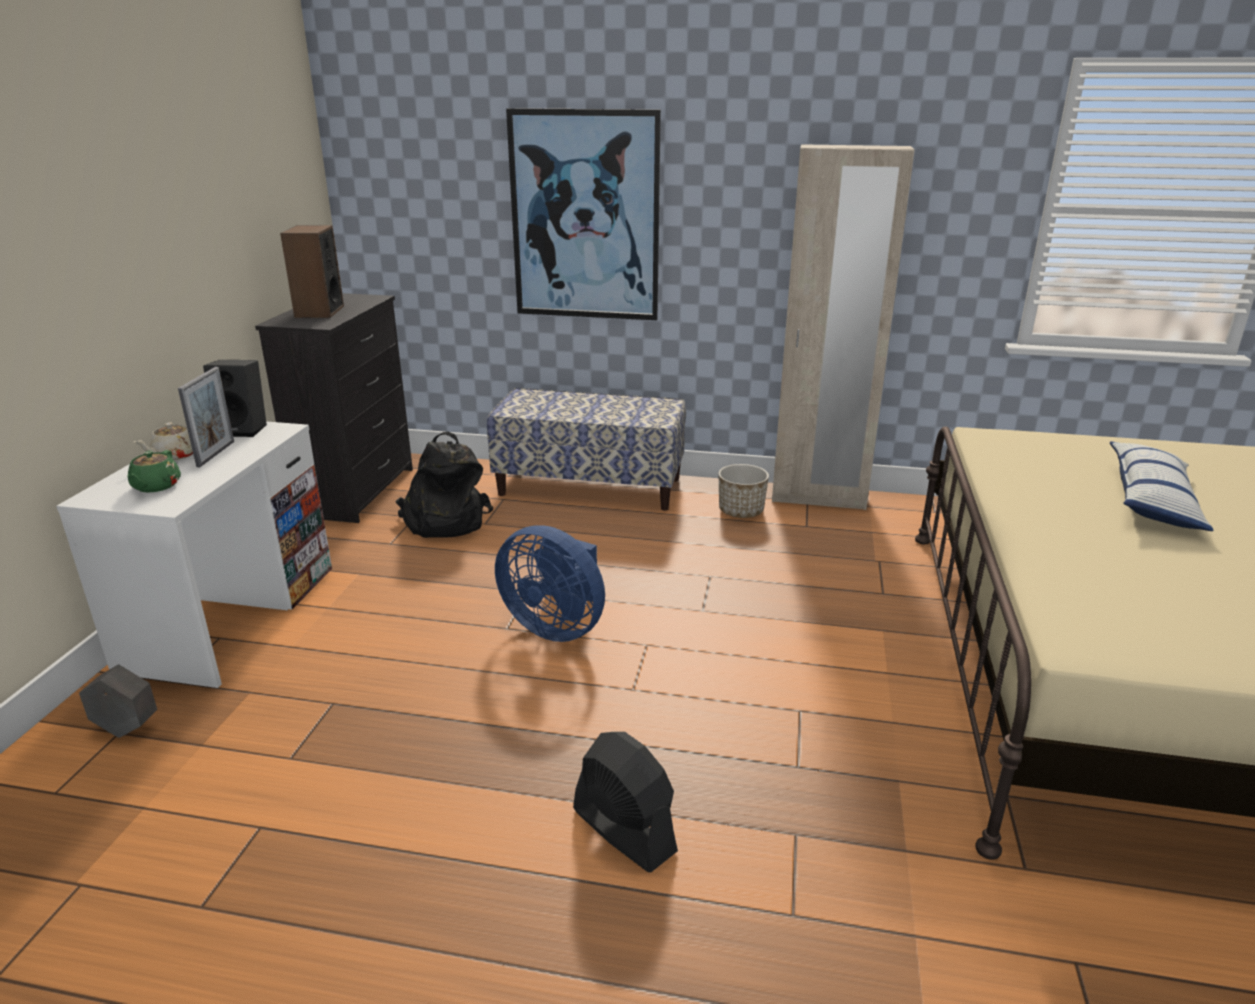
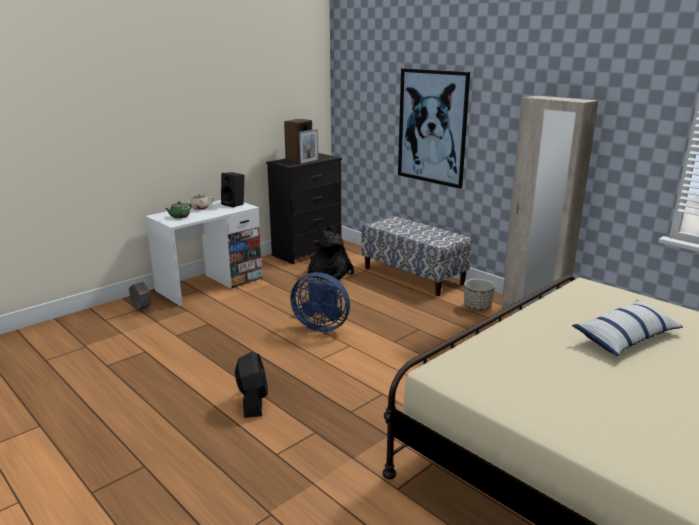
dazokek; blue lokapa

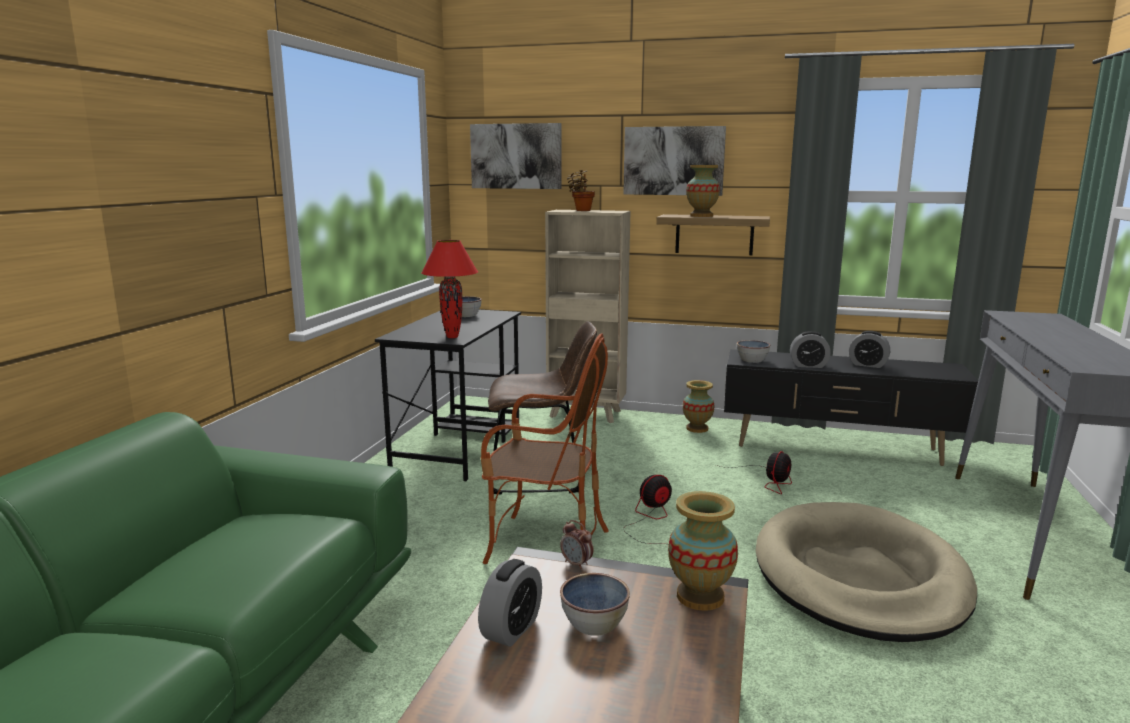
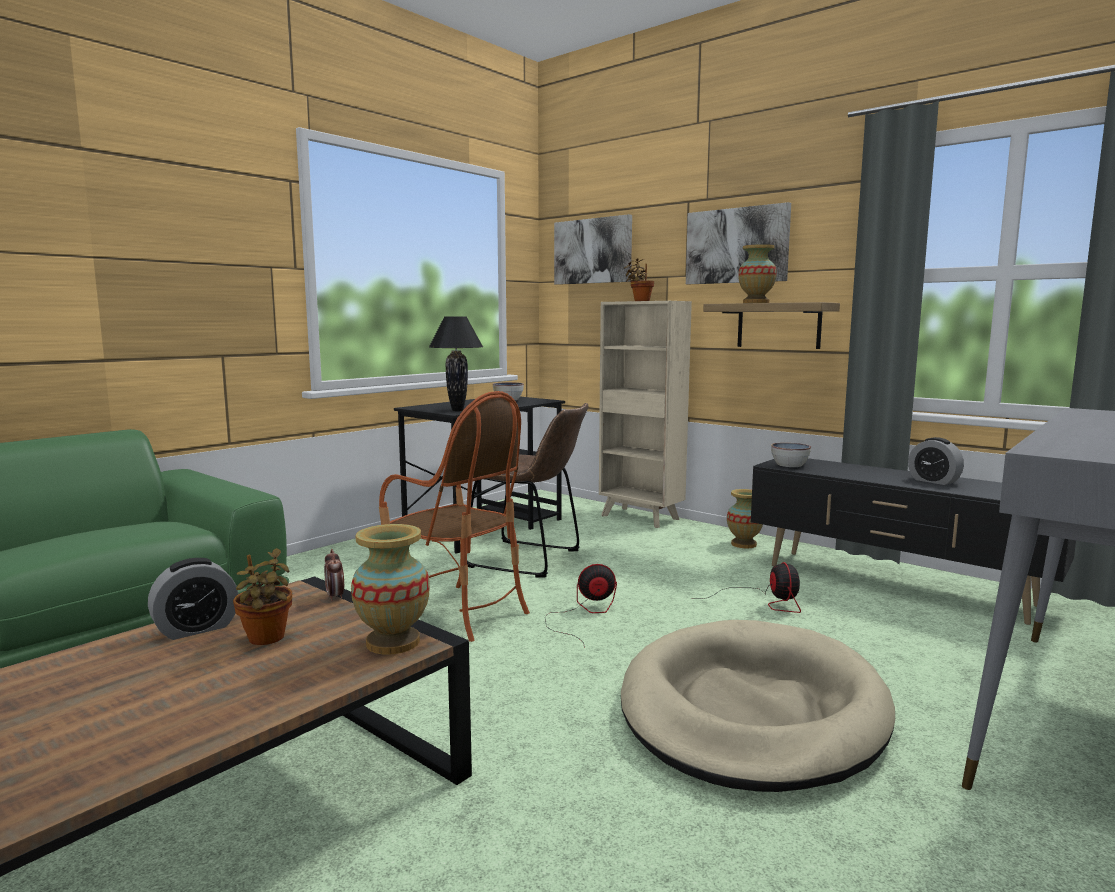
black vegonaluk; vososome (3rd from left in the first image); lokapa (2nd from left); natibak (1st from left)

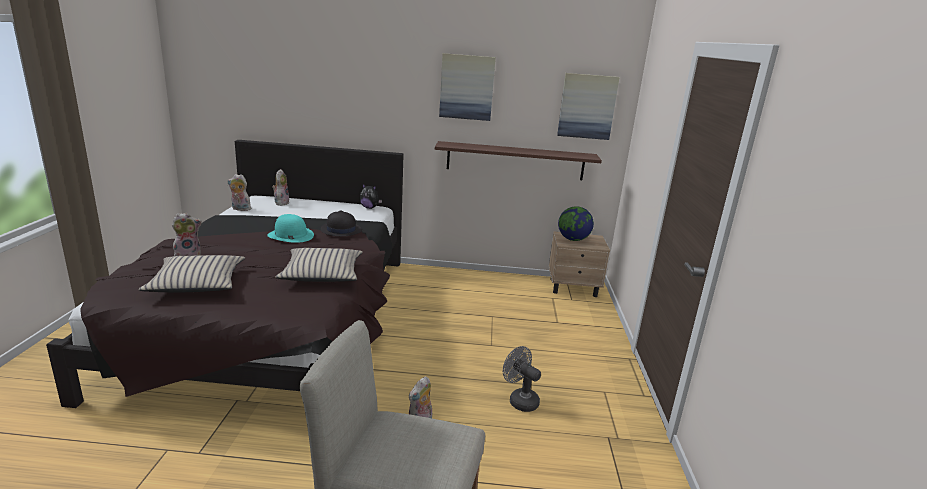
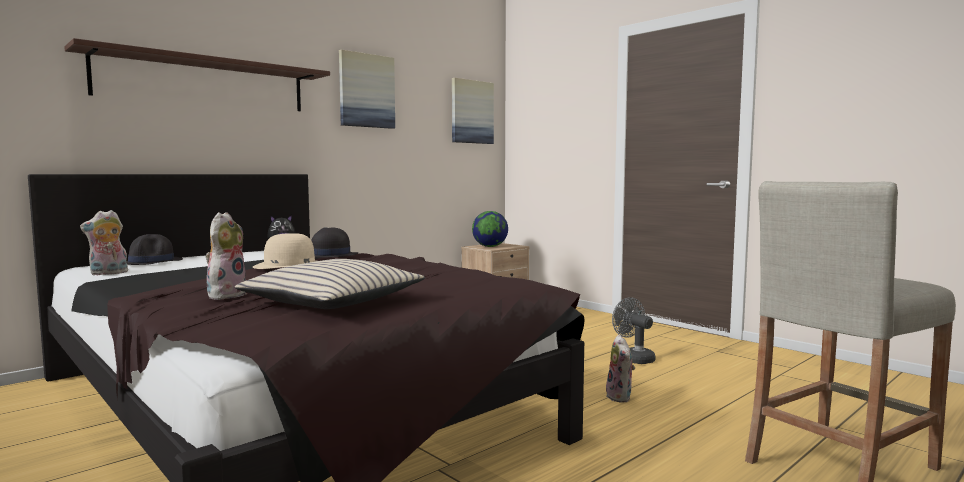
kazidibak; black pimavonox (1st from left); beige pimavonox; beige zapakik (2nd from left in the first image); grey lokapa

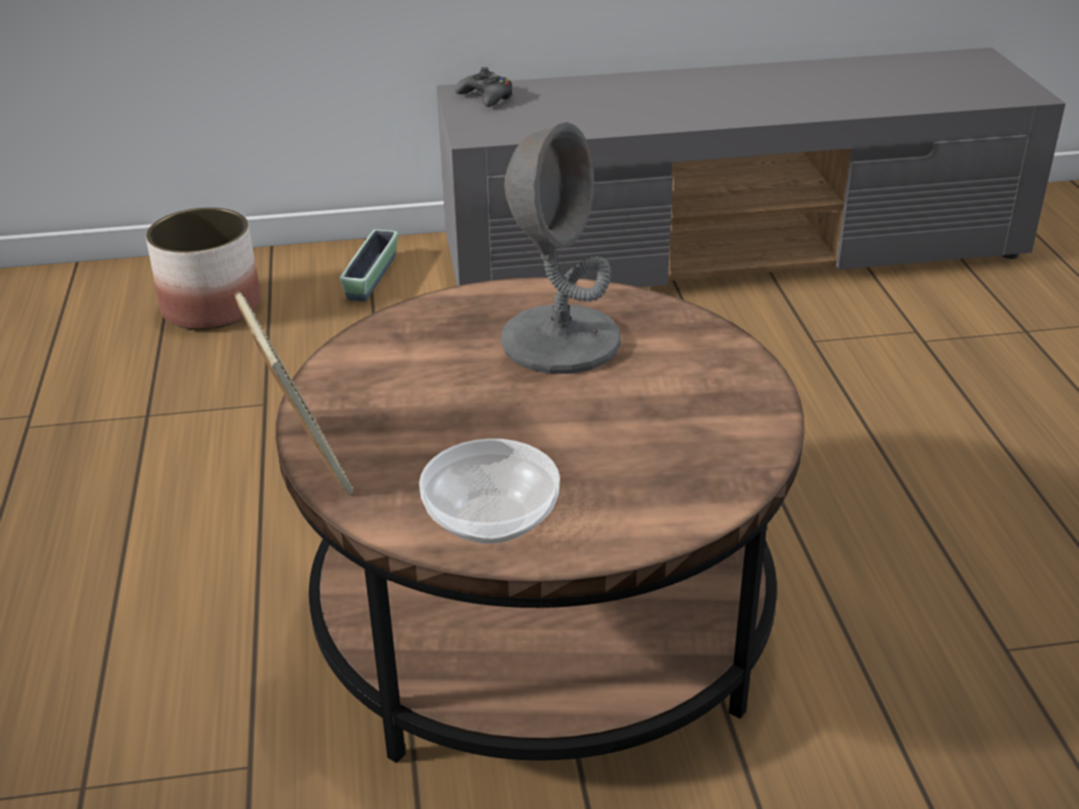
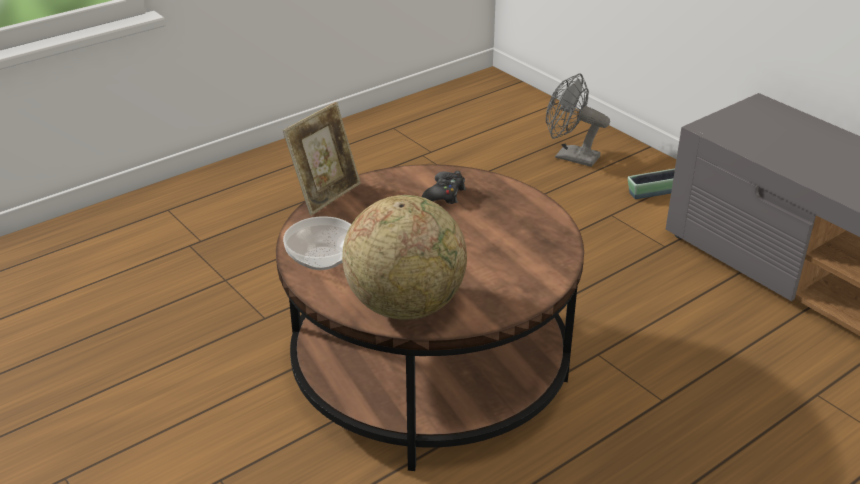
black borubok; grey vegonaluk; grey lokapa; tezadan

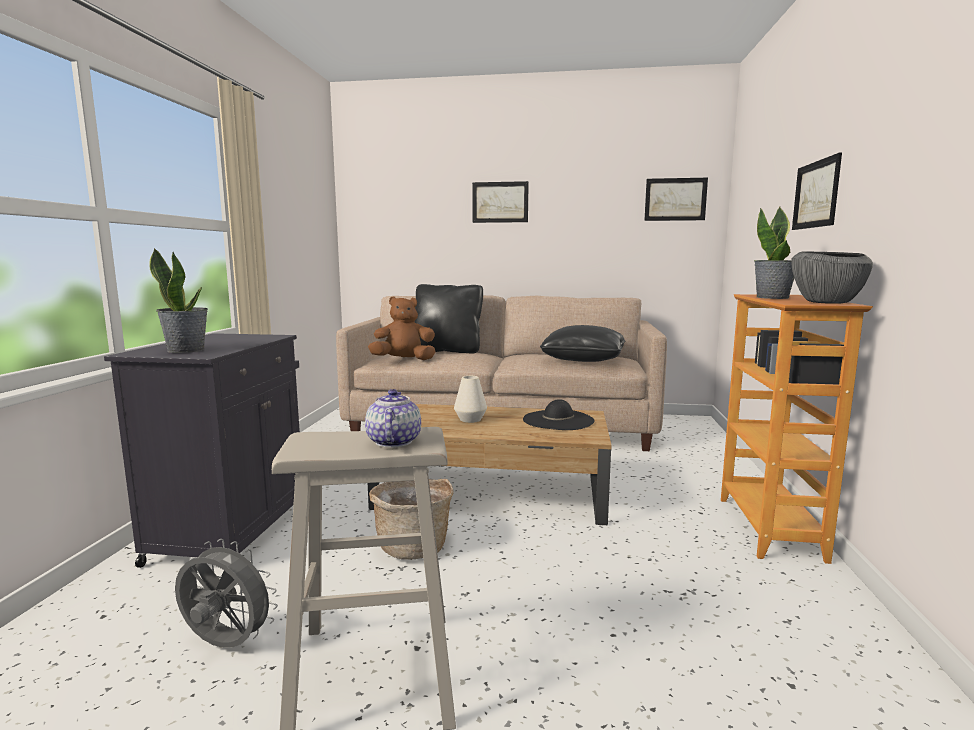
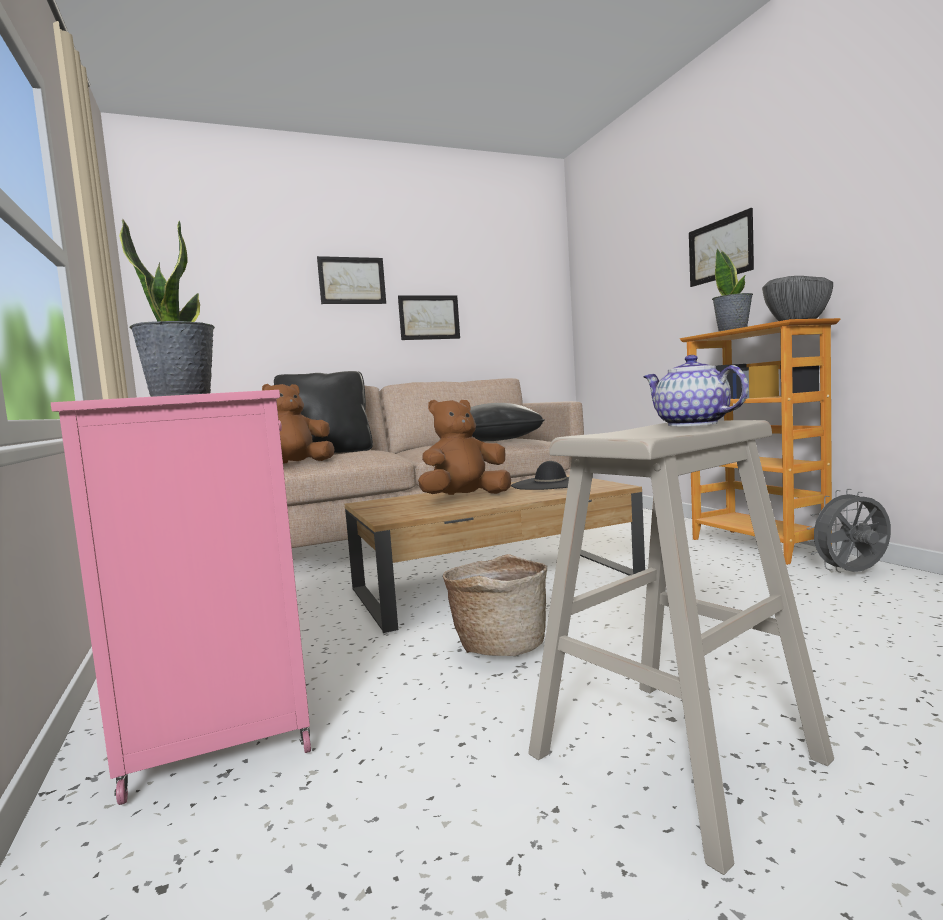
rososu (2nd from left); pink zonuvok; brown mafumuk (2nd from left); grey lokapa

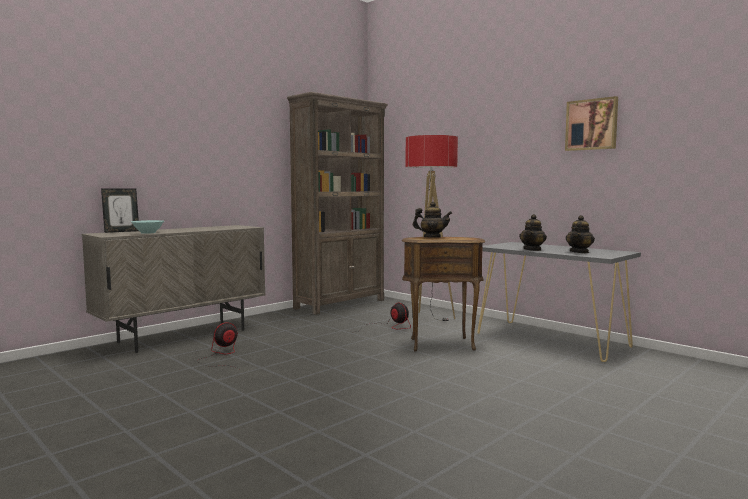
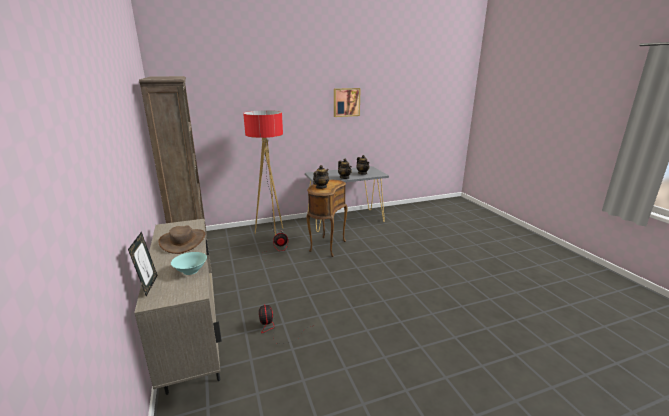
brown pimavonox

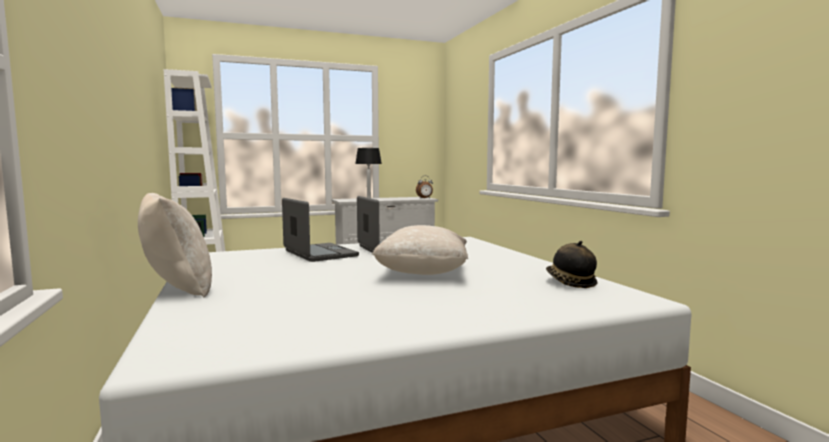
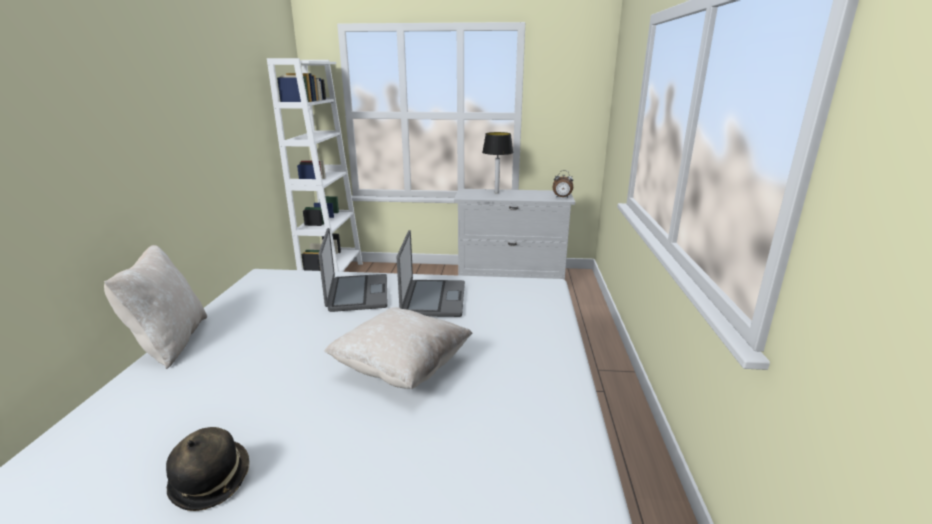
pimavonox

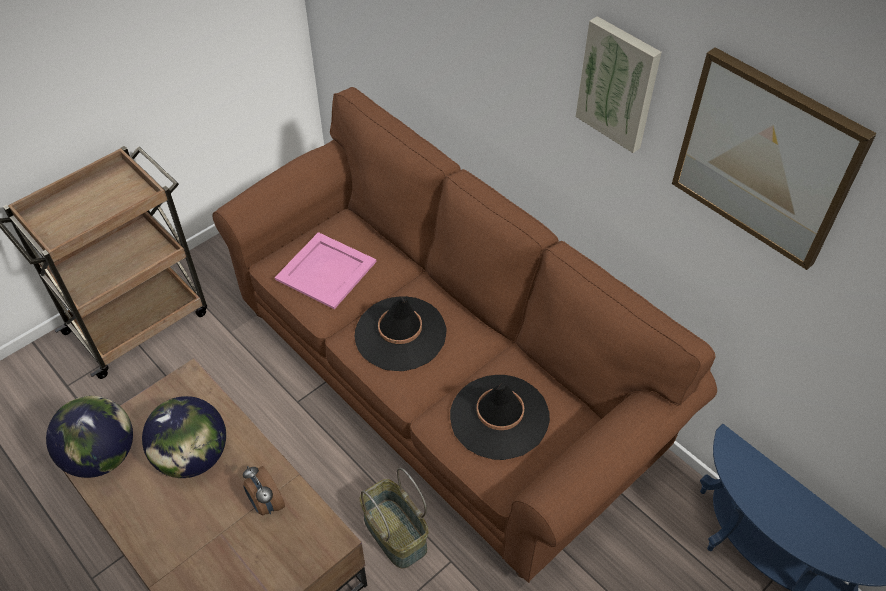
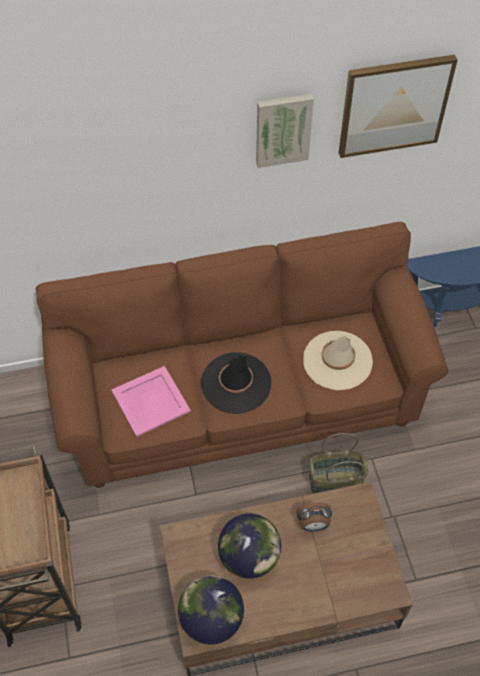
beige pimavonox

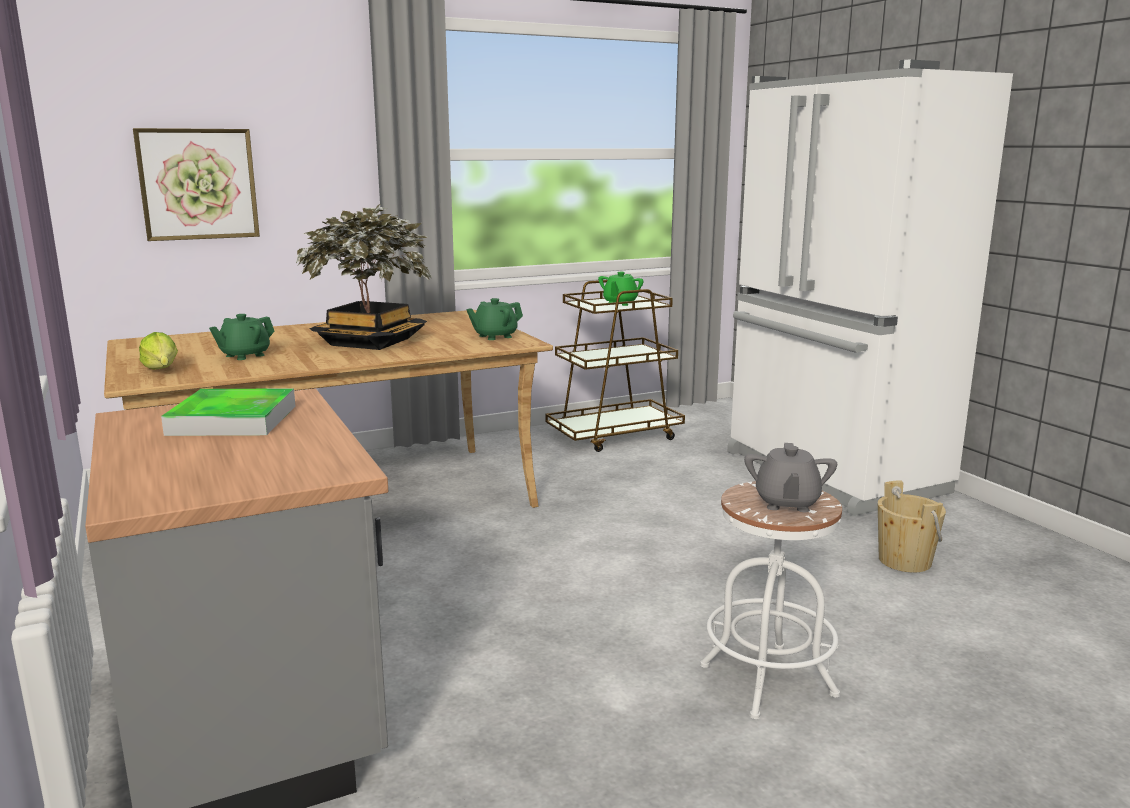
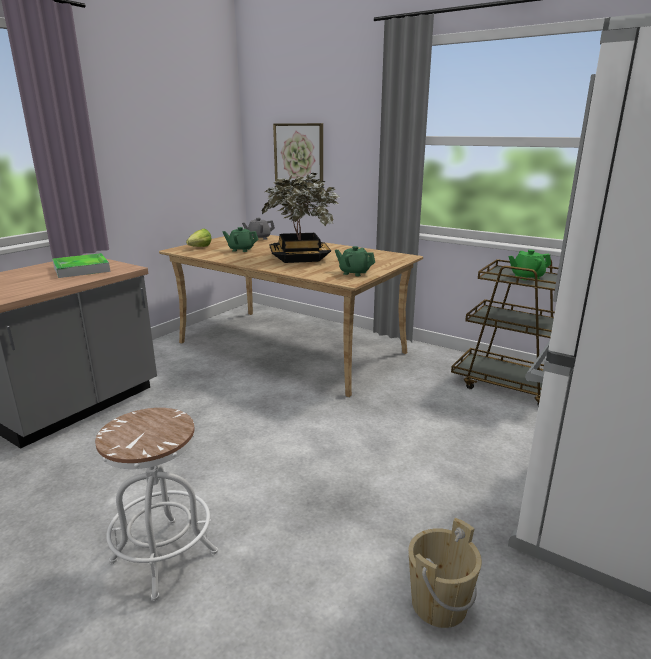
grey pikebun

